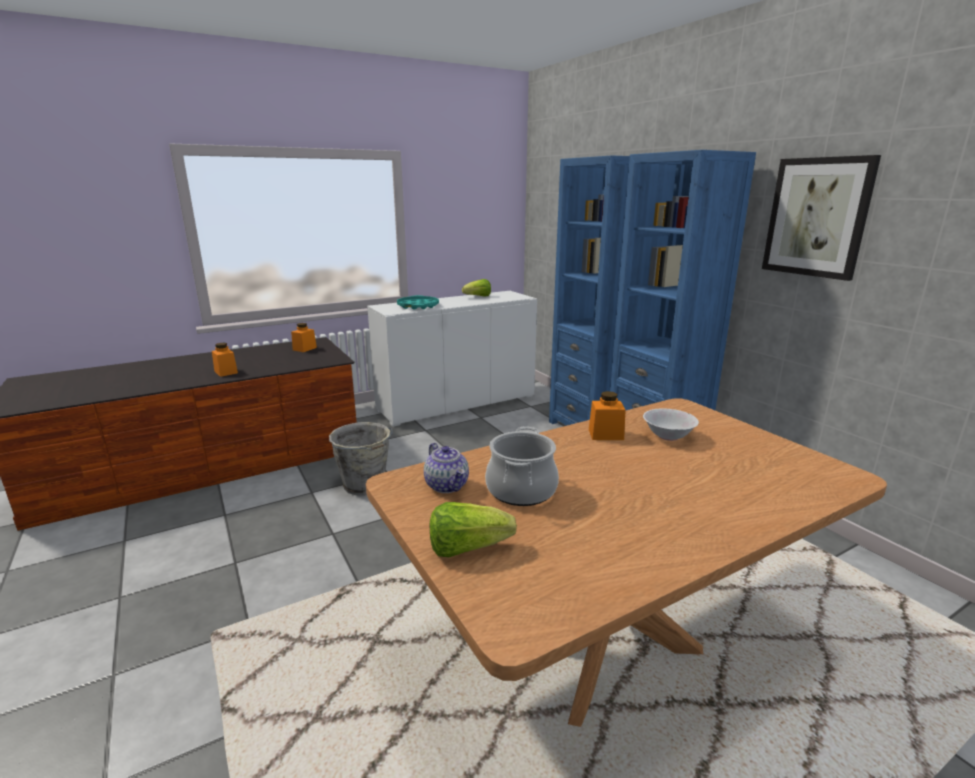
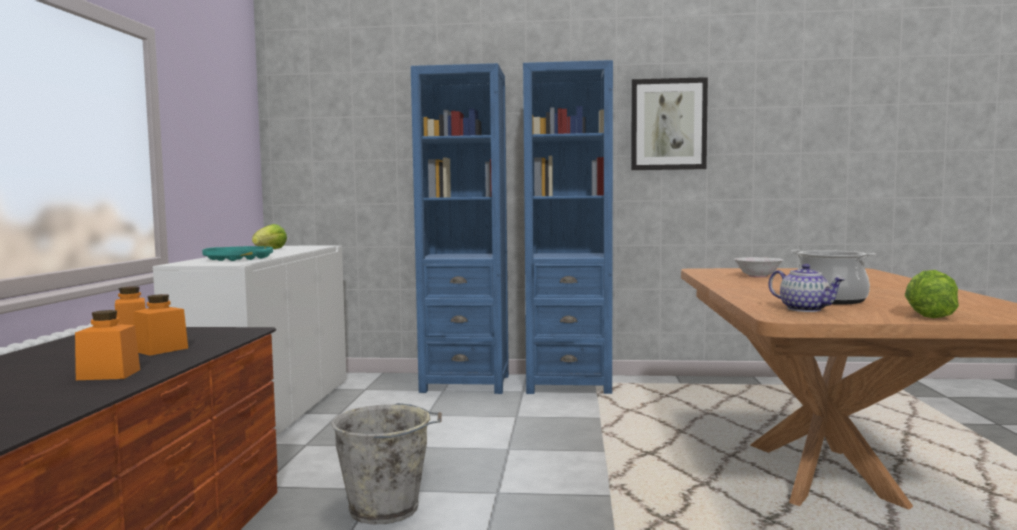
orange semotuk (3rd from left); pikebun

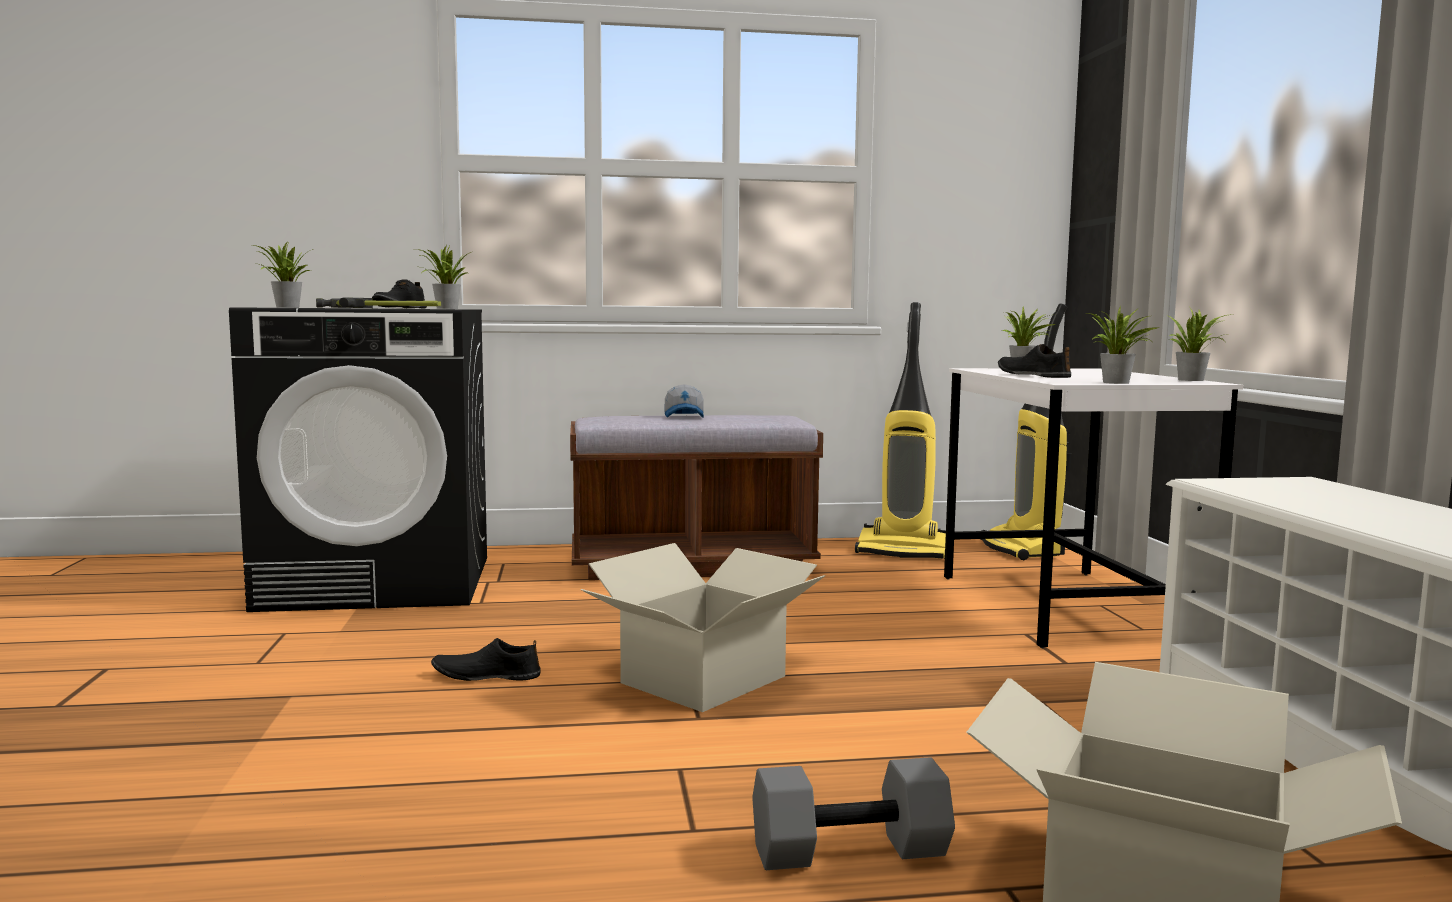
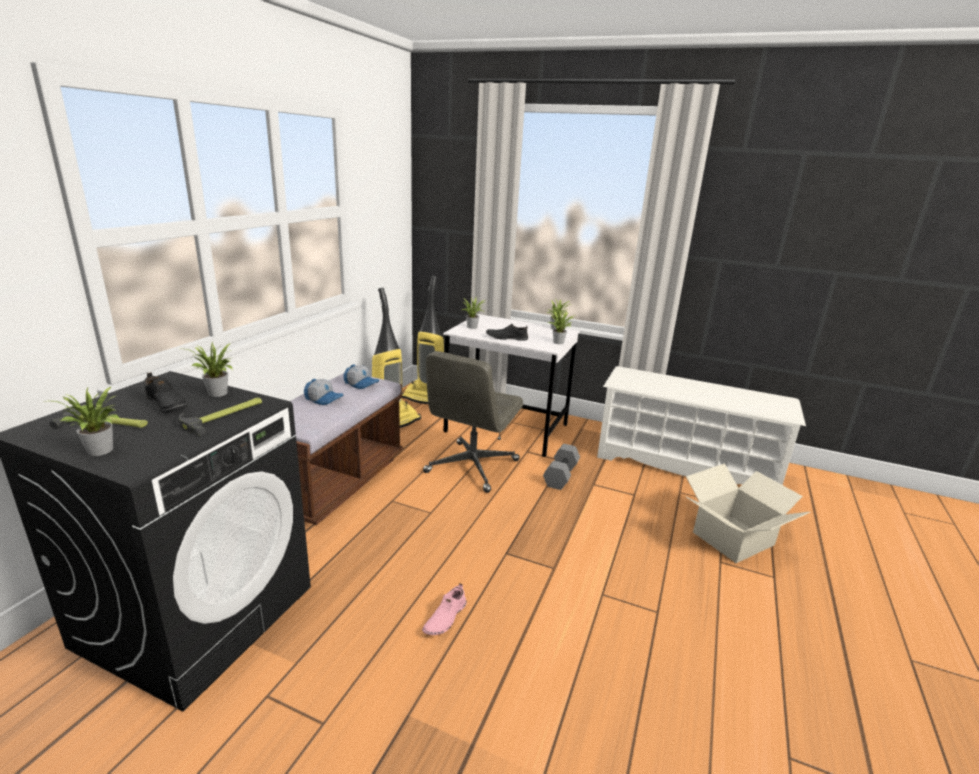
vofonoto (1st from left in the first image); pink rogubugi; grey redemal; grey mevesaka; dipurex (2nd from left)

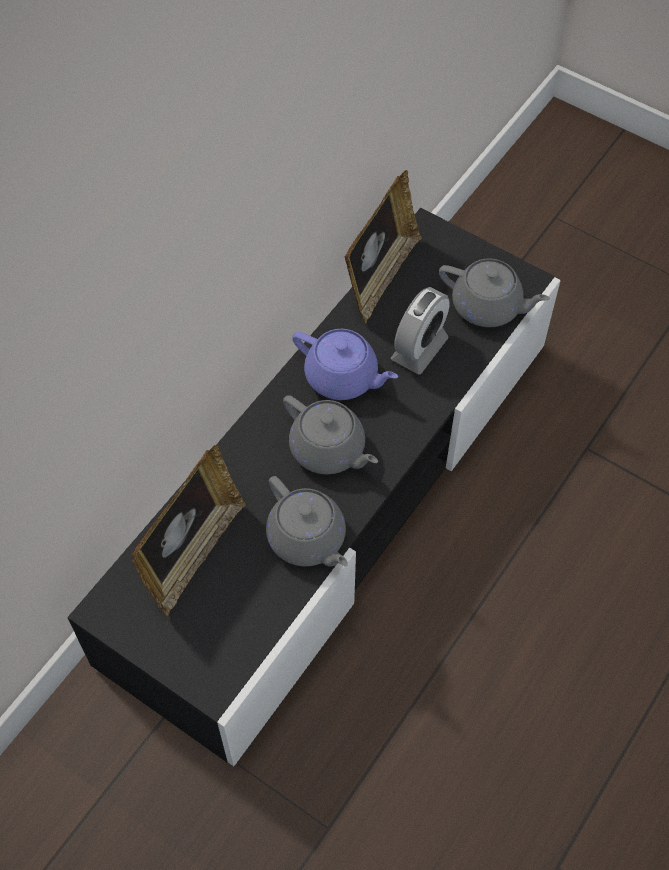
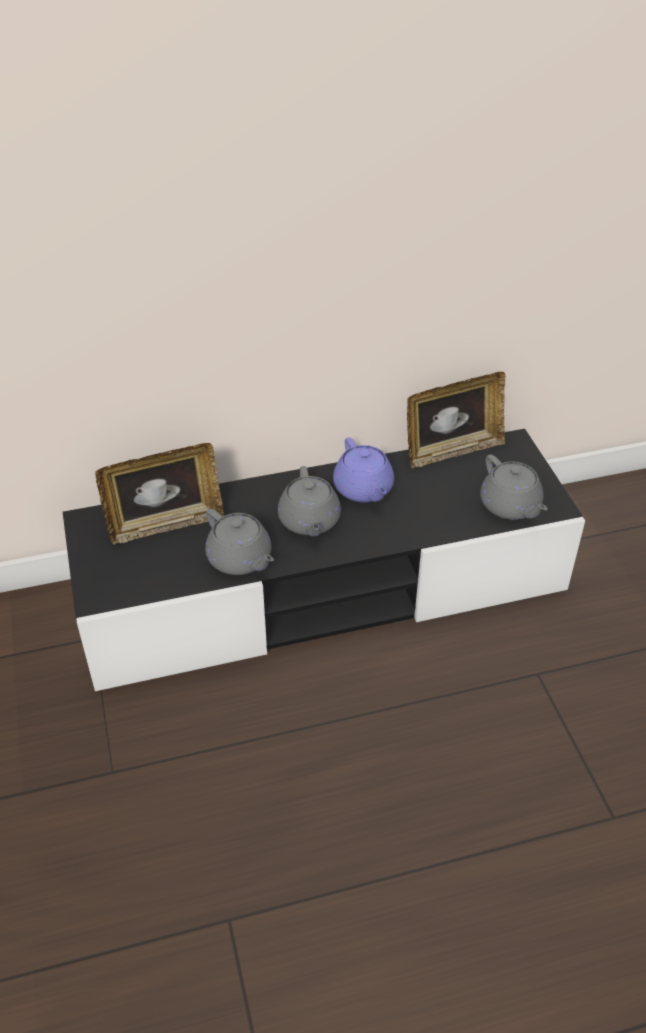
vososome; grey pikebun (1st from left)

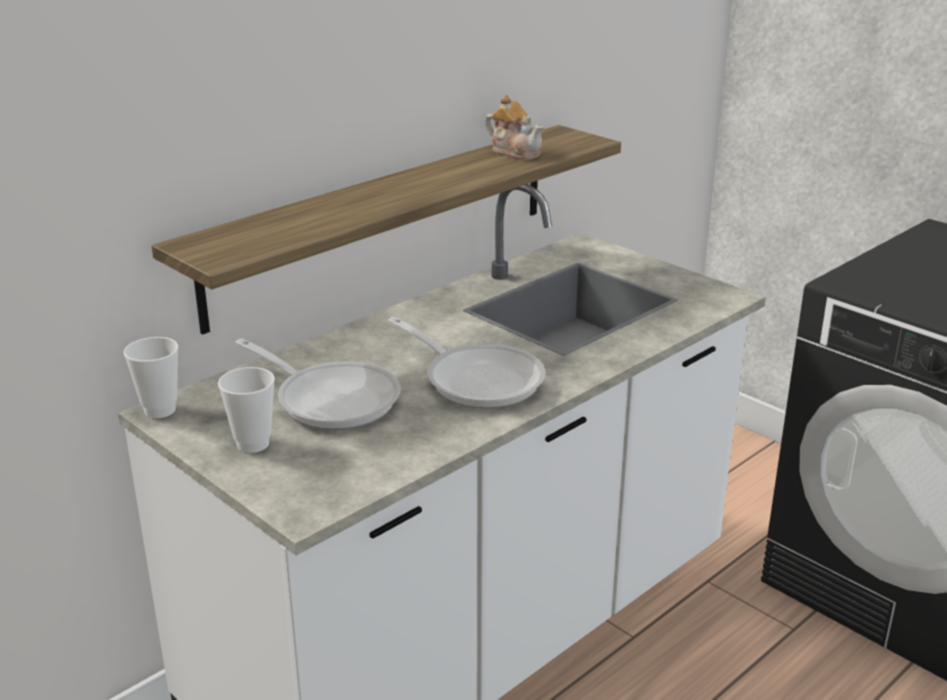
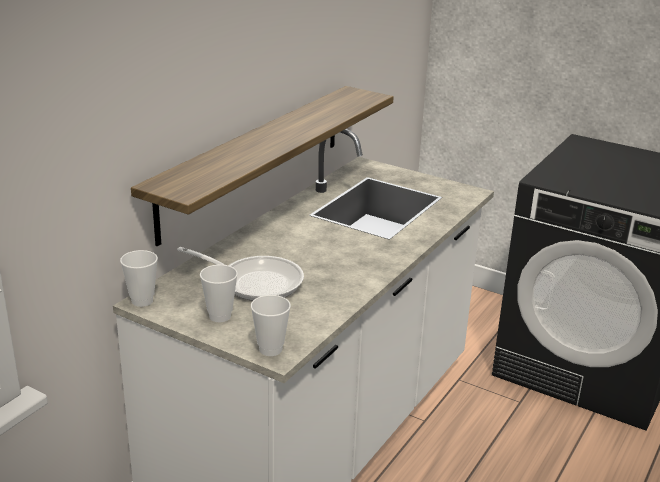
pikebun; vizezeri (2nd from left in the first image); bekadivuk (3rd from left)

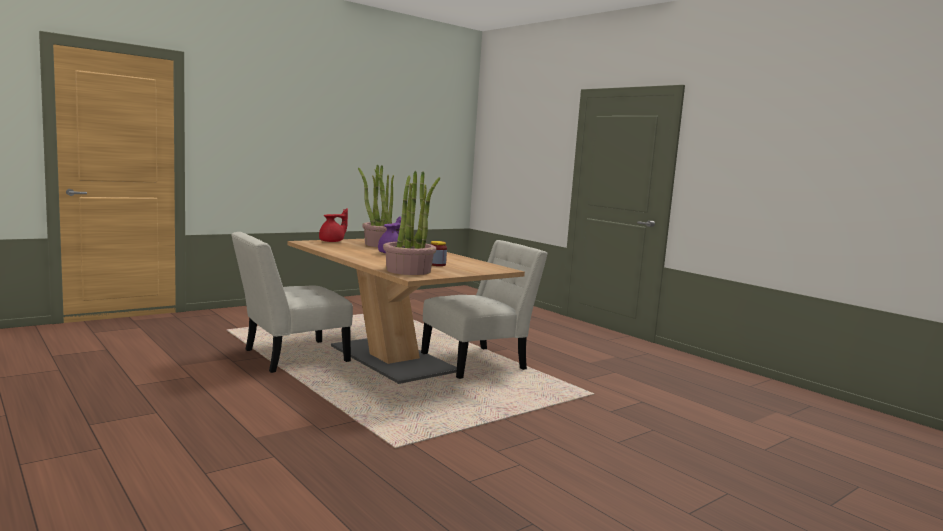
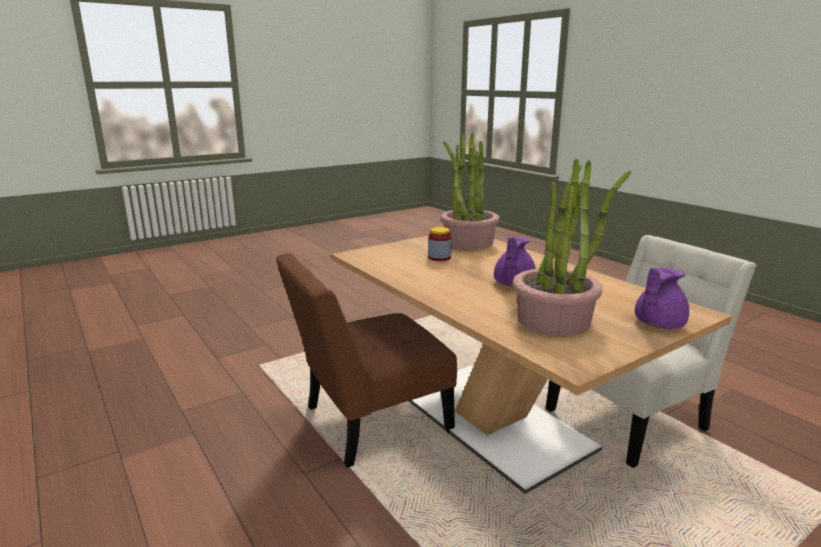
purple pikebun (2nd from left); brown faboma

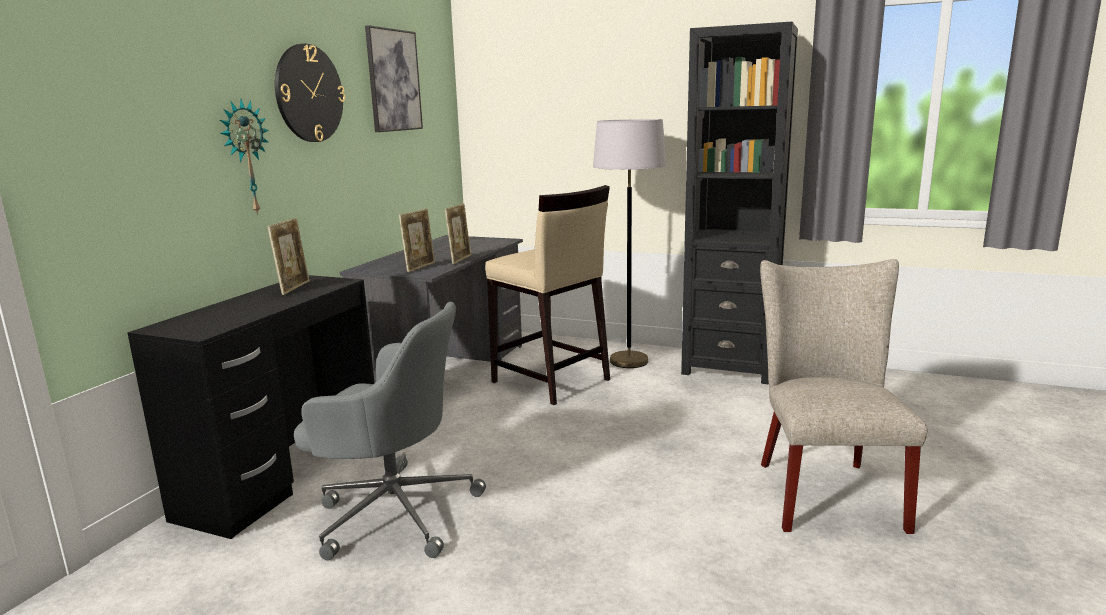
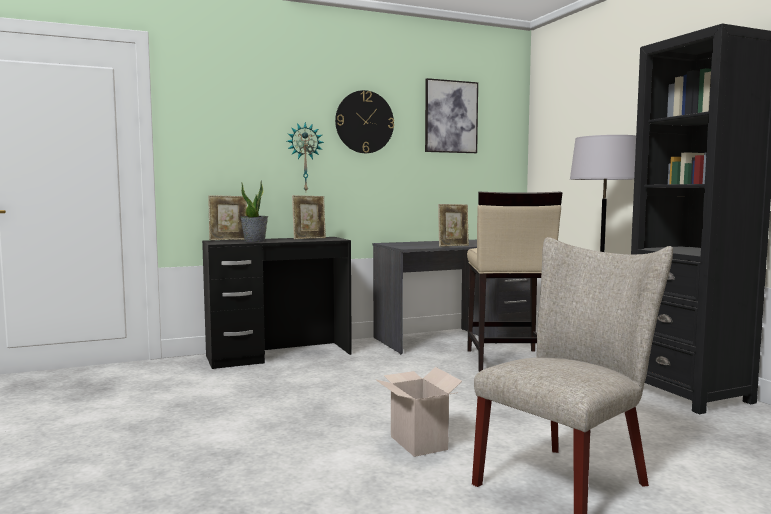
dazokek (1st from left); grey mevesaka; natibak; vofonoto

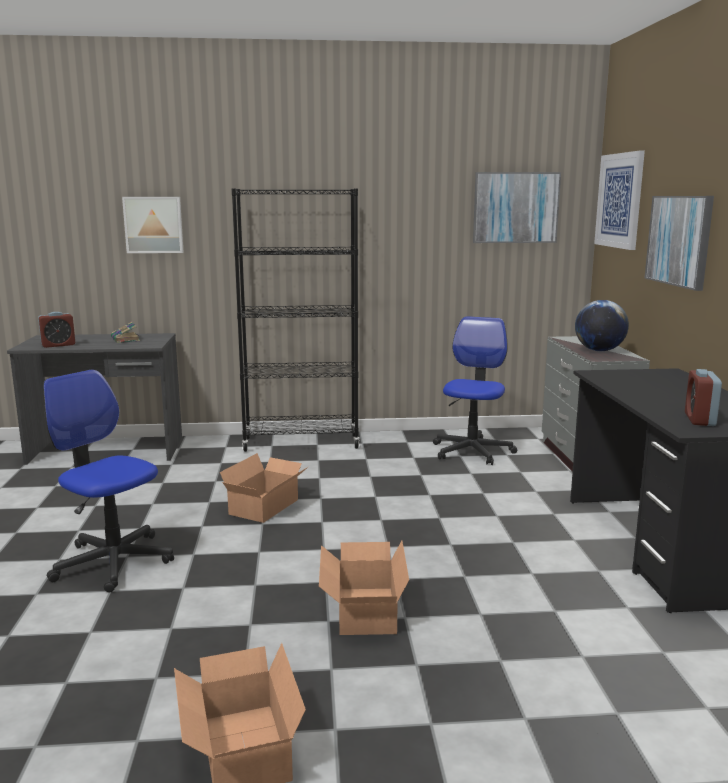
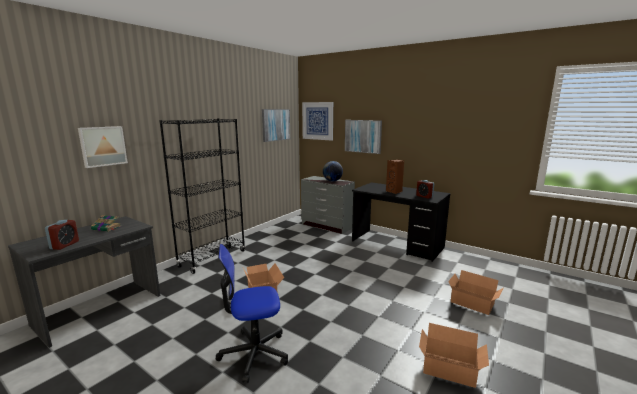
mevesaka (2nd from left in the first image); vofonoto (3rd from left); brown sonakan

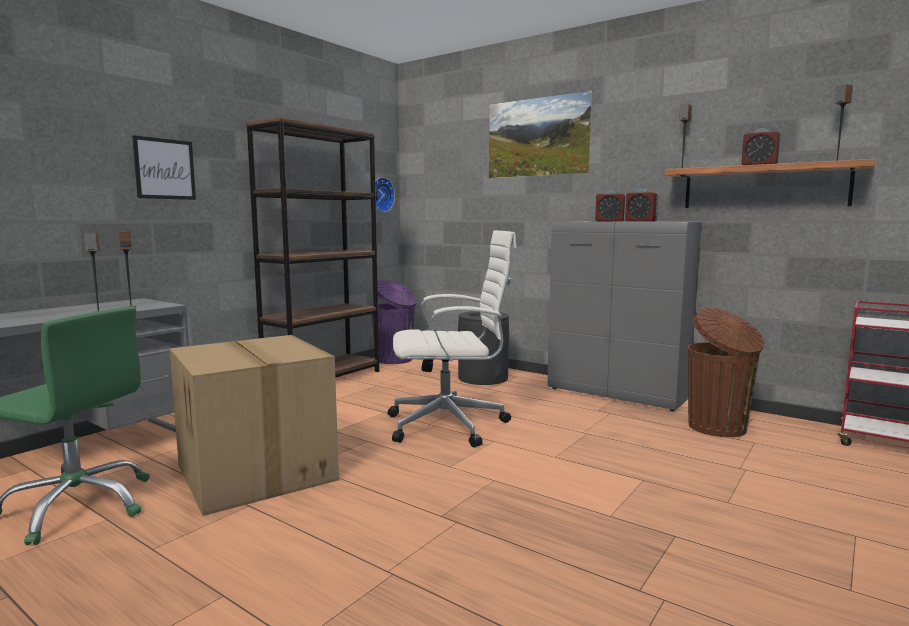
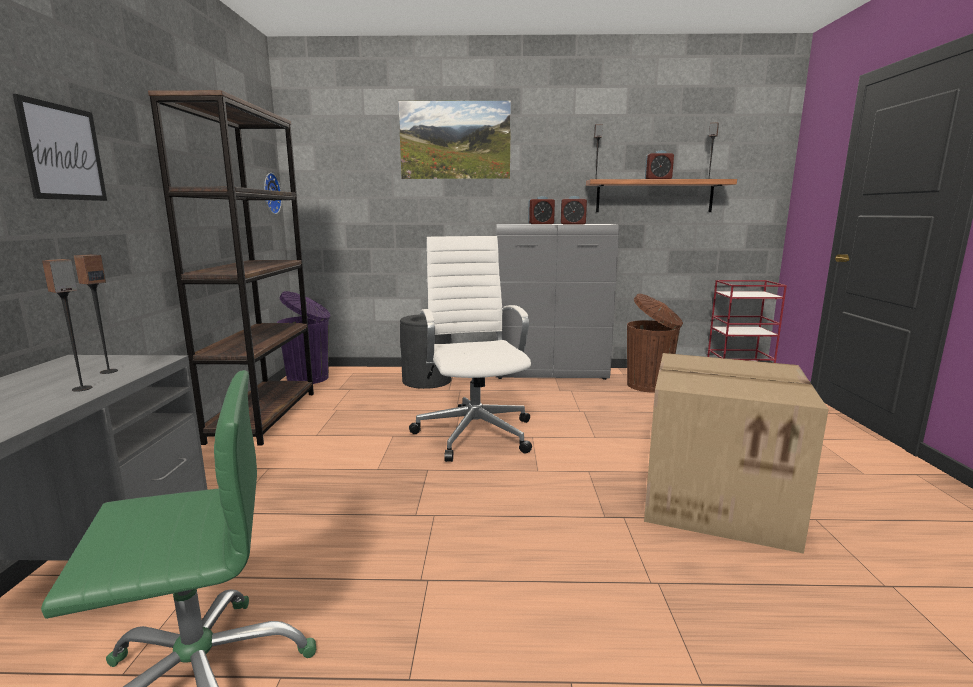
white mevesaka; vofonoto

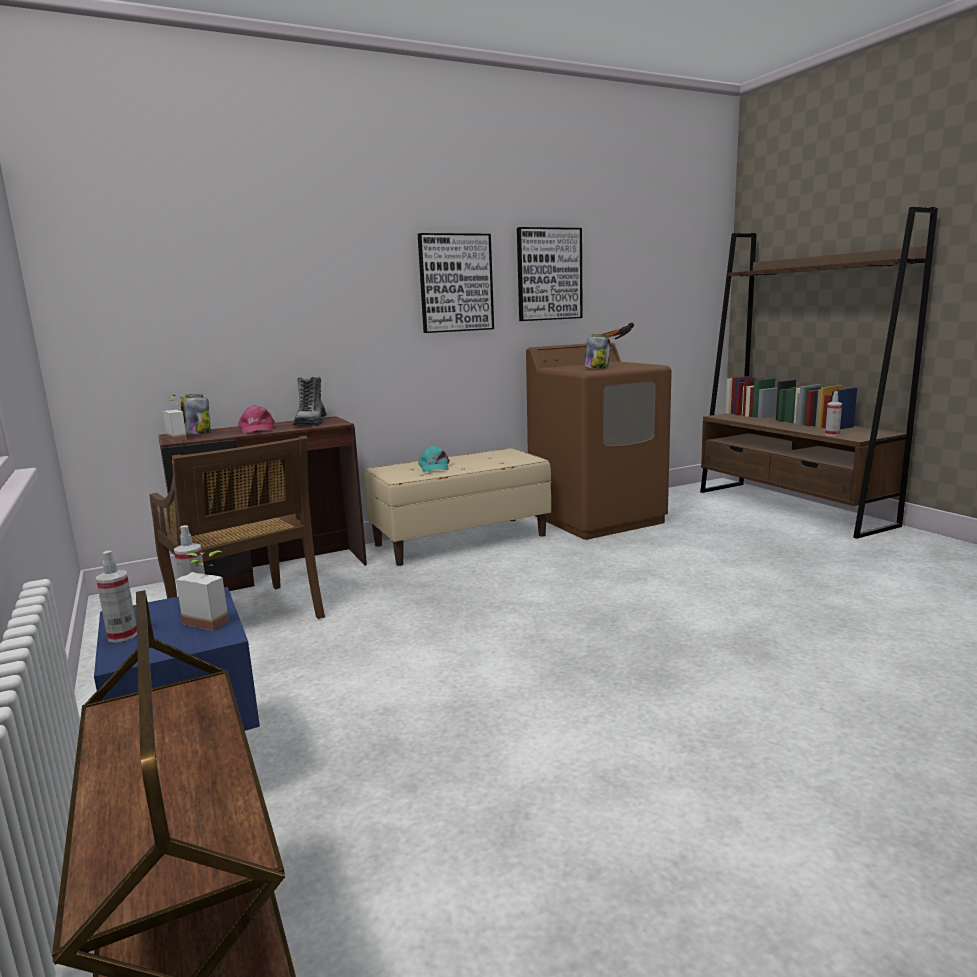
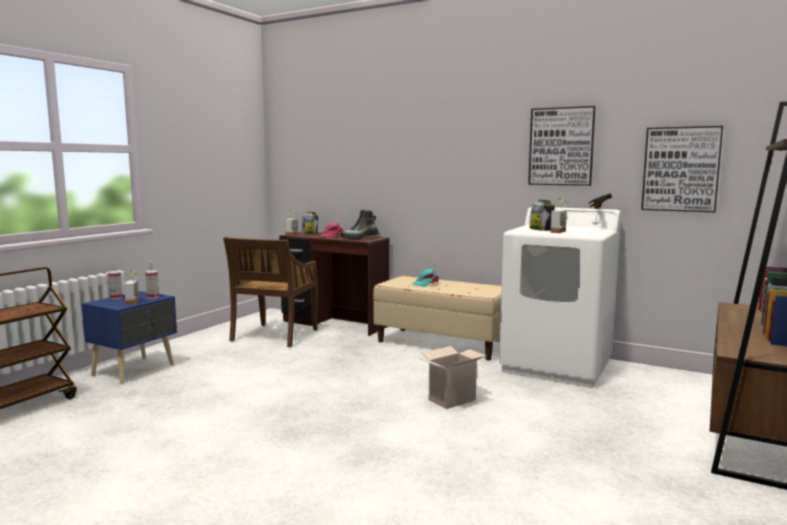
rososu (2nd from left); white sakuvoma; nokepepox (3rd from left in the first image); natibak (3rd from left); vofonoto

